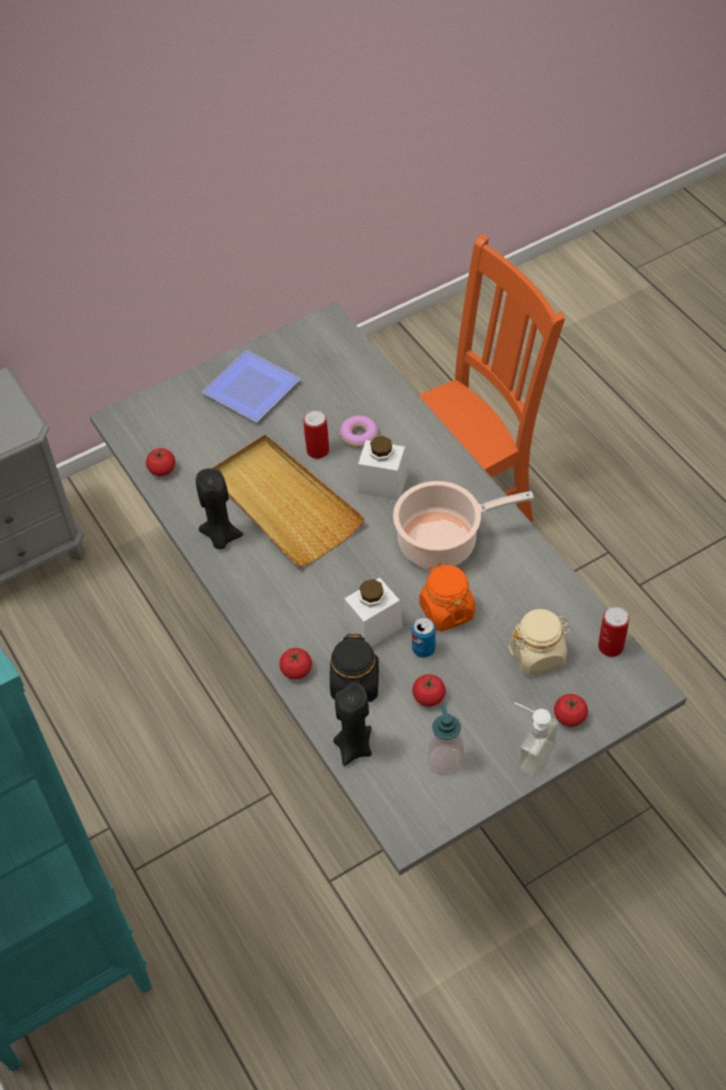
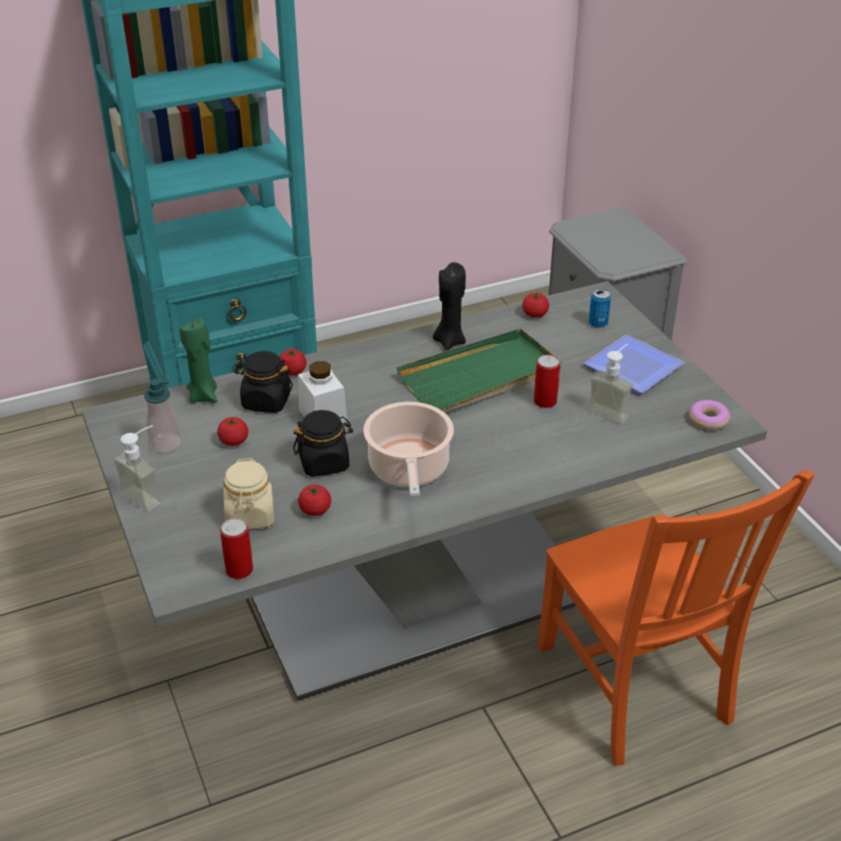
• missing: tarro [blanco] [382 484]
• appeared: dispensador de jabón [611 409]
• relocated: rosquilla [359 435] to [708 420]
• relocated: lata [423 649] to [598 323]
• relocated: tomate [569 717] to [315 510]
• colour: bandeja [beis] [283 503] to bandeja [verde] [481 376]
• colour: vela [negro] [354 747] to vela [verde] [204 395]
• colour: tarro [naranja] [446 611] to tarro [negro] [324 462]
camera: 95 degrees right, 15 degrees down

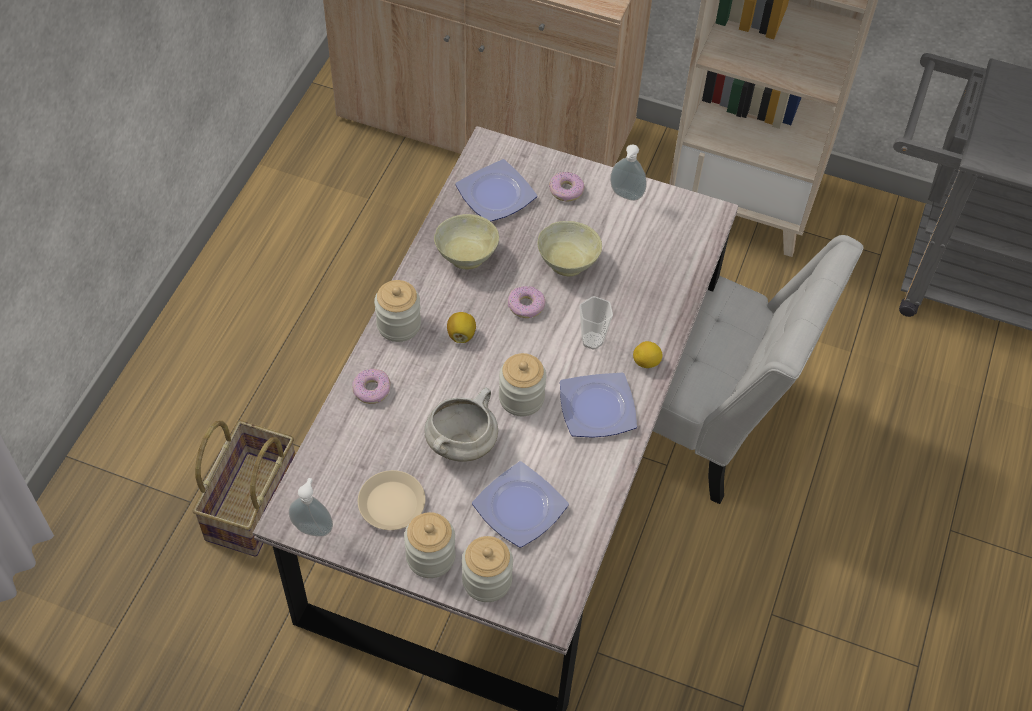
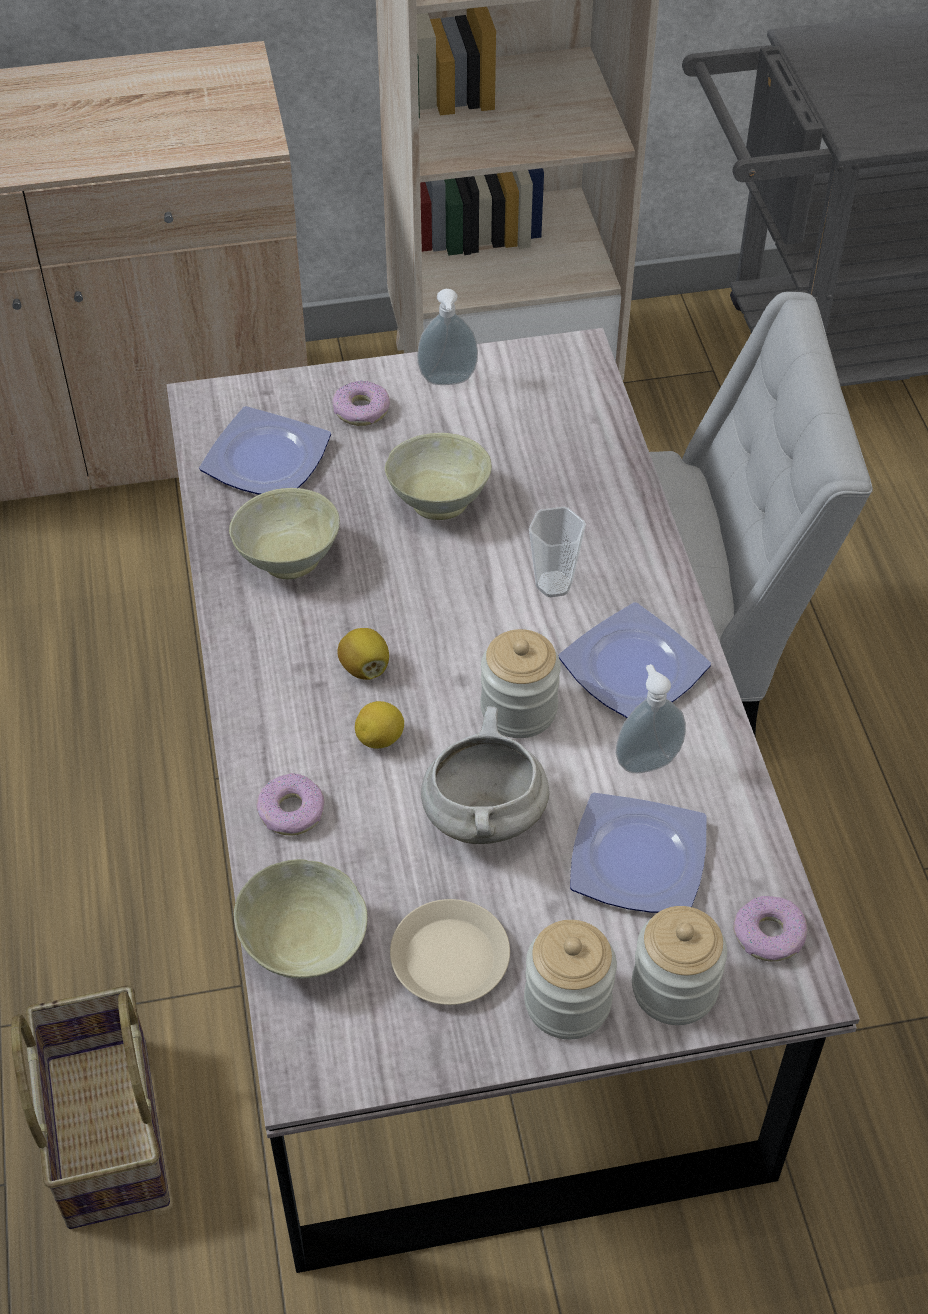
• missing: tarro [399 324]
• appeared: cuenco [beis] [304 949]
• relocated: dispensador de jabón [313 527] to [646 760]
• relocated: rosquilla [526 306] to [769 935]
• relocated: limón [646 362] to [380 739]
camera: 30 degrees left, 5 degrees down

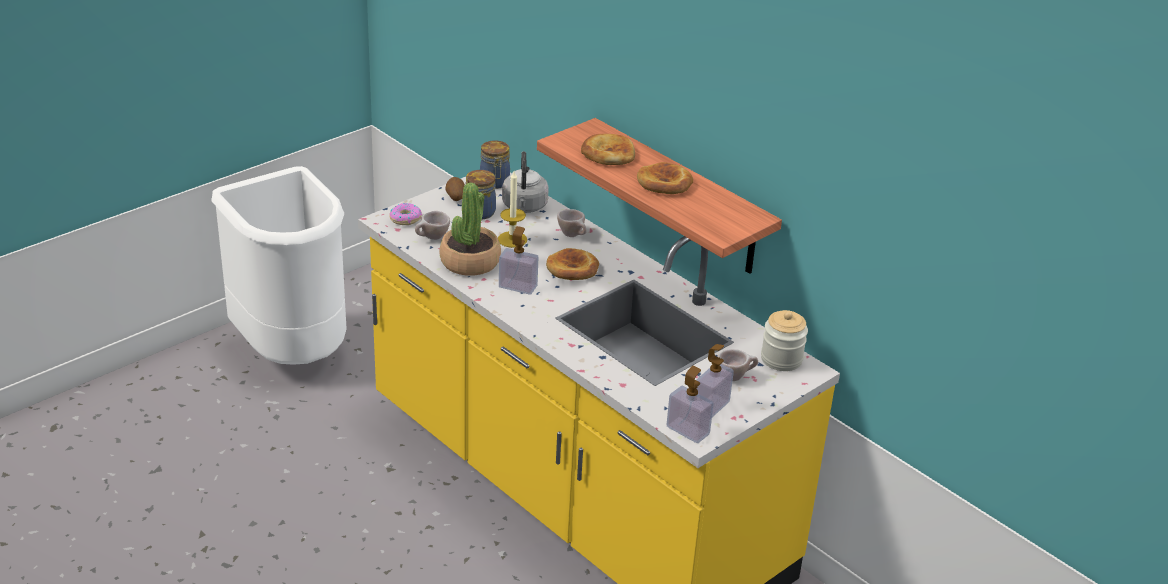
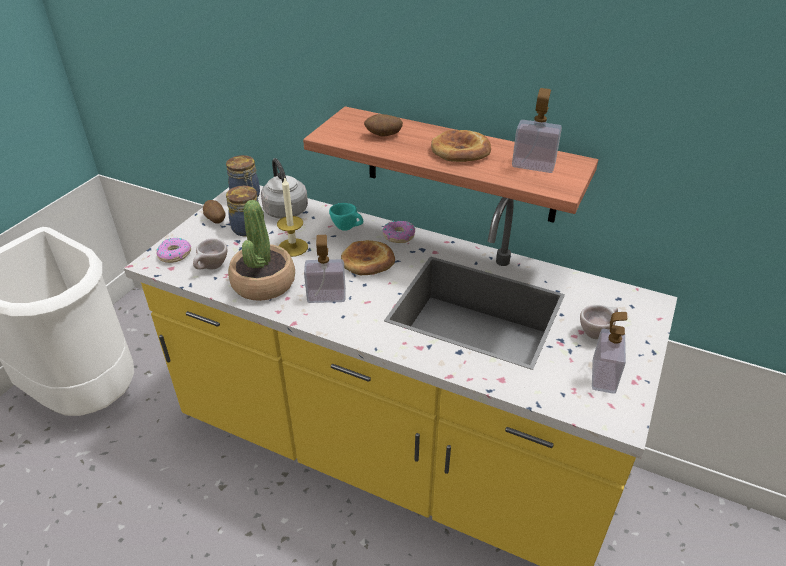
• missing: tarro [781 359]
• appeared: rosquilla [399 236]
• relocated: dispensador de jabón [688 430] to [533 165]
• exchanged: pan [608 154] to patata [383 136]
• colour: taza [beis] [573 235] to taza [turquesa] [348 228]
camera: 20 degrees left, 5 degrees up

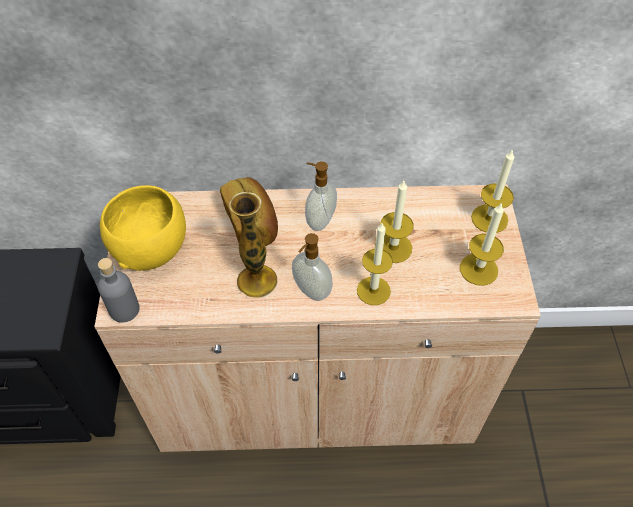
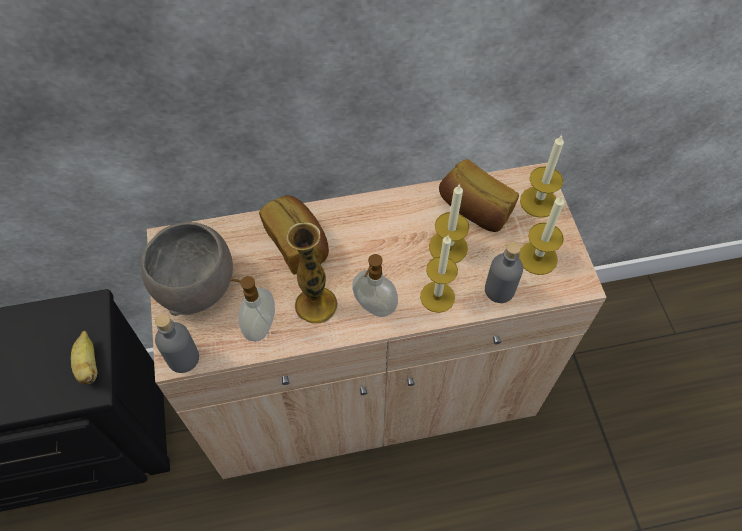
• appeared: plátano [88 365]
• appeared: pan [474 210]
• appeared: botella [gris] [499 290]
• relocated: dispensador de jabón [319 220] to [259 326]
• colour: cuenco [amarillo] [149 247] to cuenco [gris] [194 286]
camera: 10 degrees left, 5 degrees up

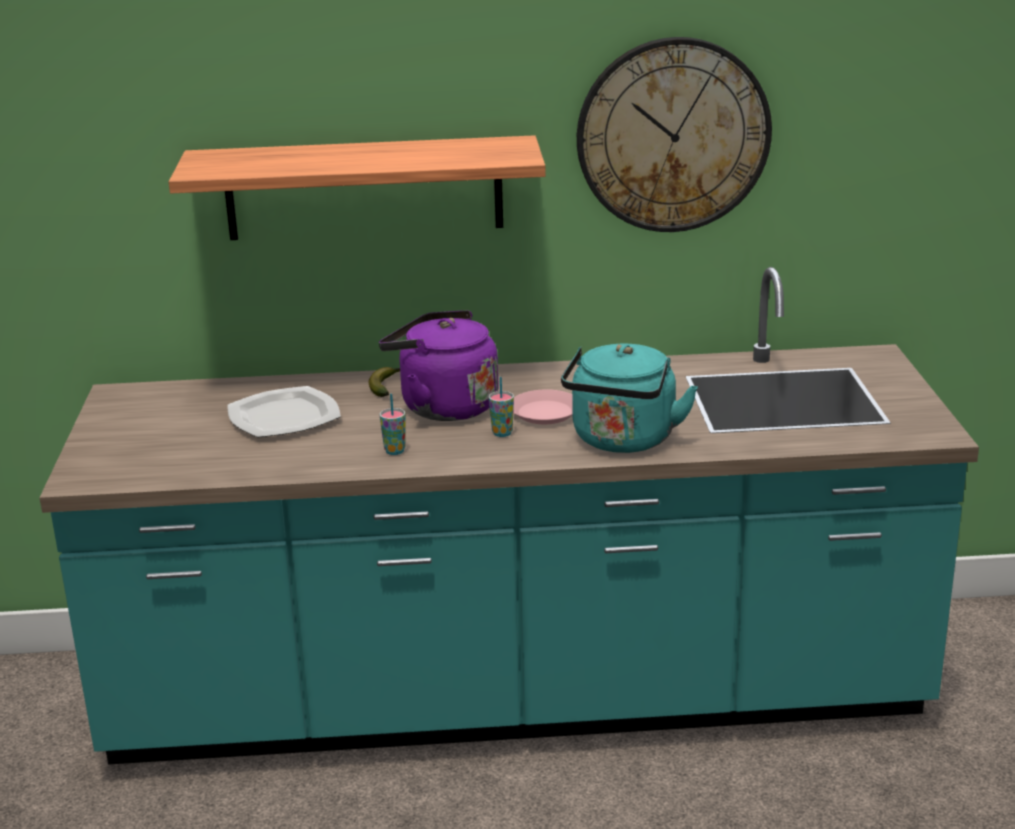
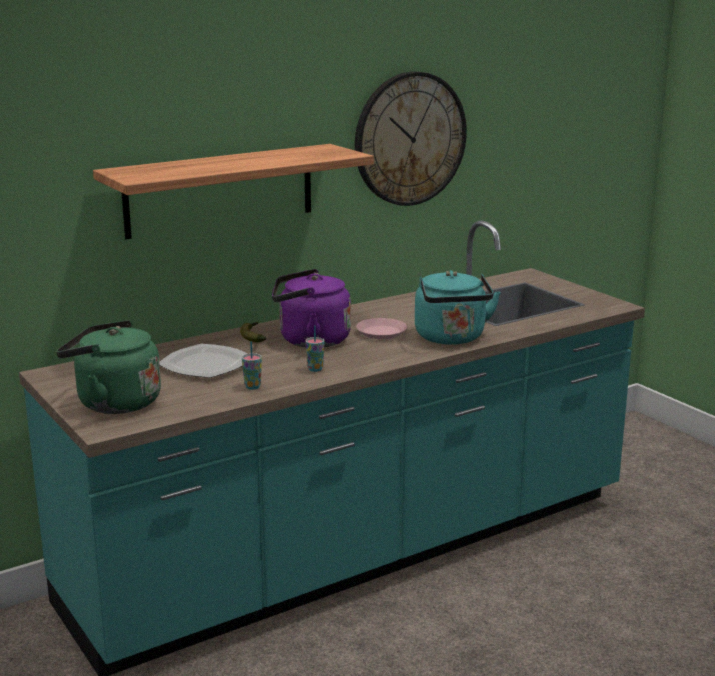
• appeared: hervidor [verde] [113 403]
• relocated: taza [502 433] to [252 387]
camera: 30 degrees left, 5 degrees down

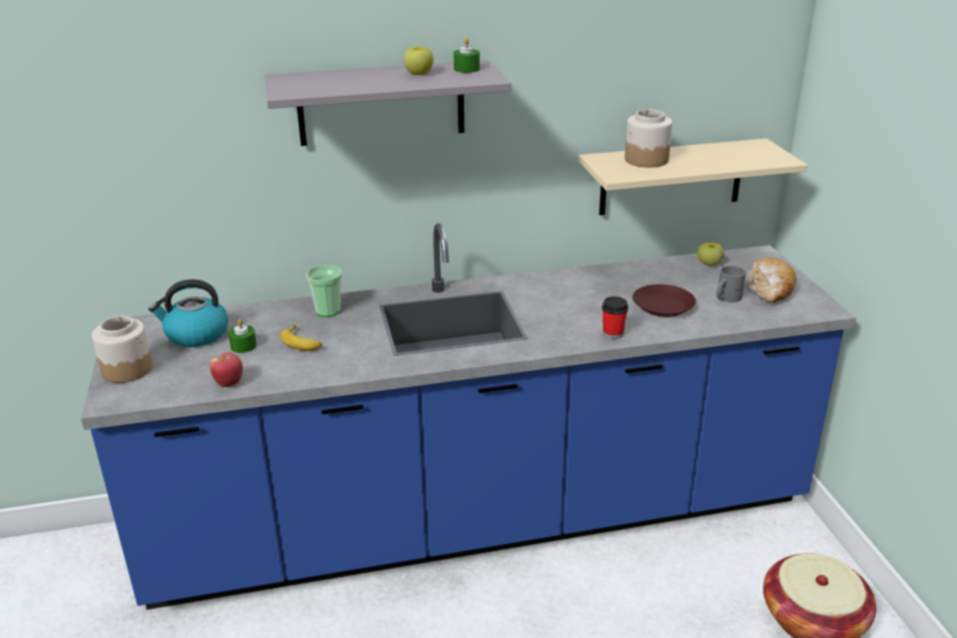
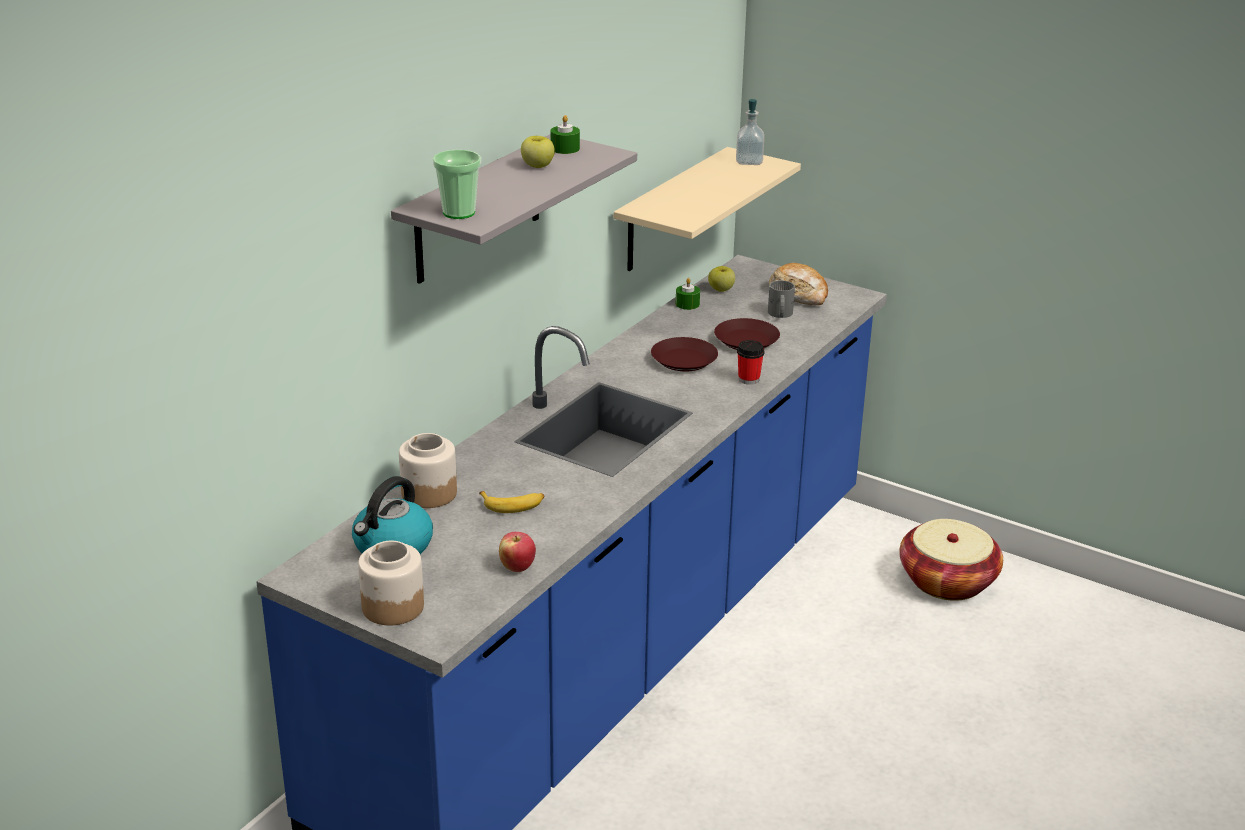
• appeared: plato [marrón] [683 360]
• appeared: dispensador de jabón [749 161]
• relocated: vela [verde] [243 346] to [687 304]
• relocated: taza [328 311] to [459 213]
• relocated: tarro [646 160] to [428 493]
camera: 45 degrees left, 0 degrees up

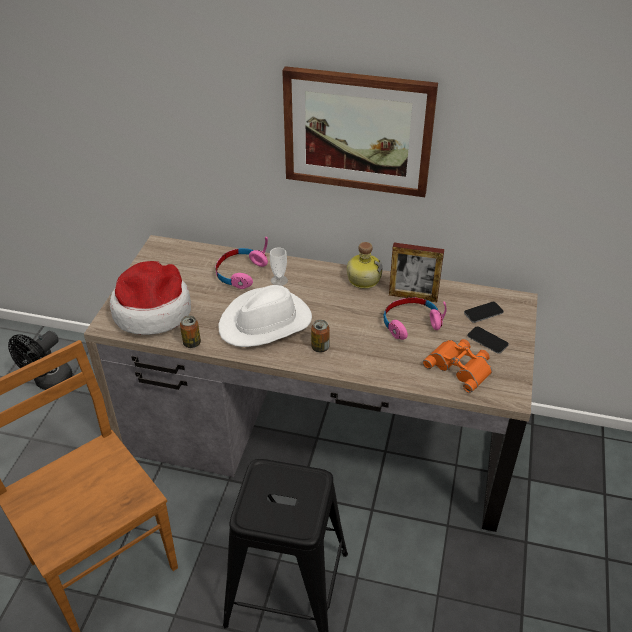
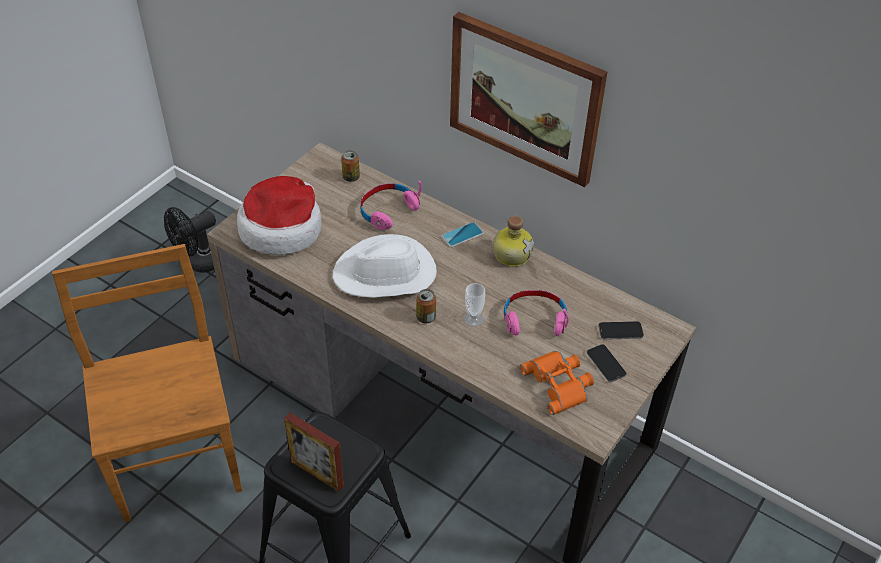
• appeared: móvil [462 235]
• relocated: lata [192 343] to [351 177]
• relocated: taza [279 280] to [473 318]
• relocated: portarretratos [413 296] to [317 473]
camera: 20 degrees right, 5 degrees up

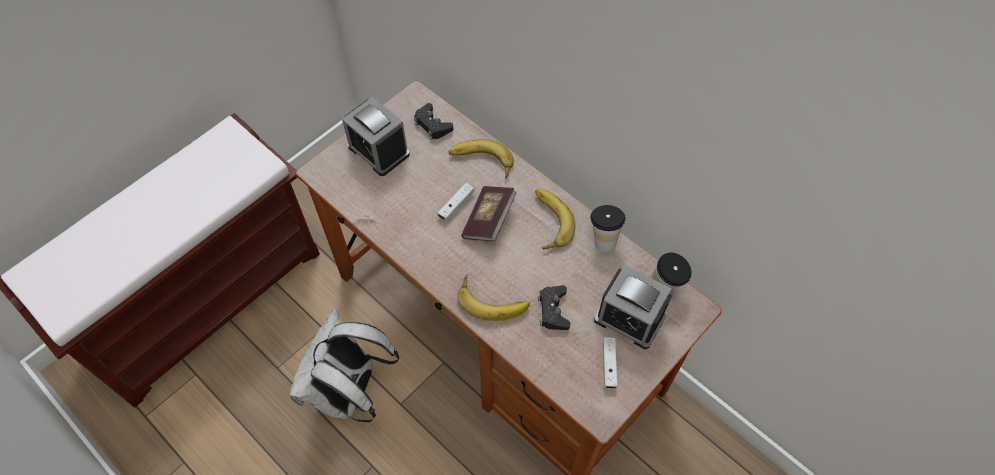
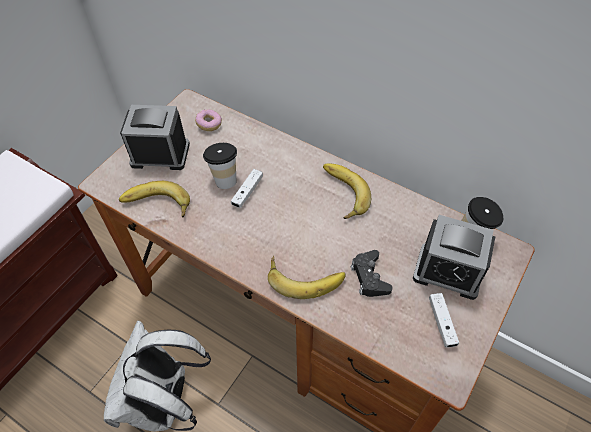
• missing: libro [488 220]
• relocated: plátano [481 163] to [156 205]
• relocated: taza [603 238] to [224 178]
• exchanged: mando de consola [negro] [432 125] to rosquilla [209 124]
• spun: despertador [378 150] = [160 154] 150 degrees clockwise
camera: 10 degrees left, 5 degrees down

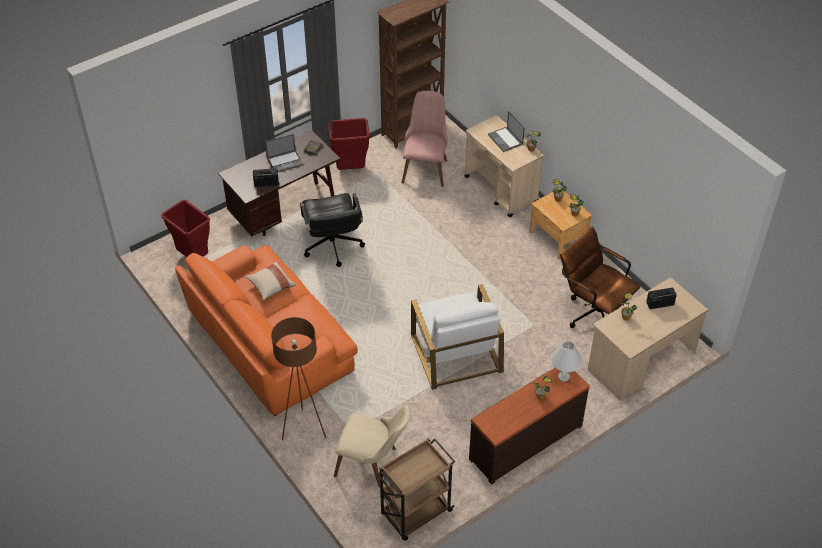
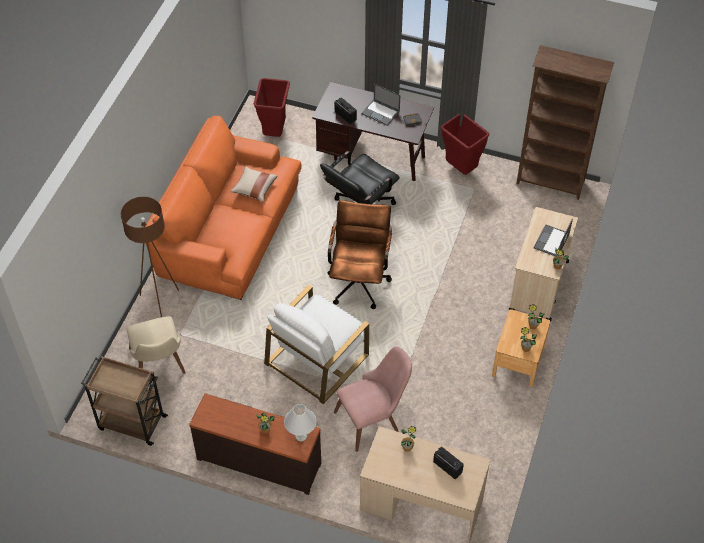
• relocated: silla [rosa] [425 166] to [373 418]
• relocated: silla de oficina [marrón] [593 311] to [359 280]
camera: 55 degrees right, 5 degrees up

